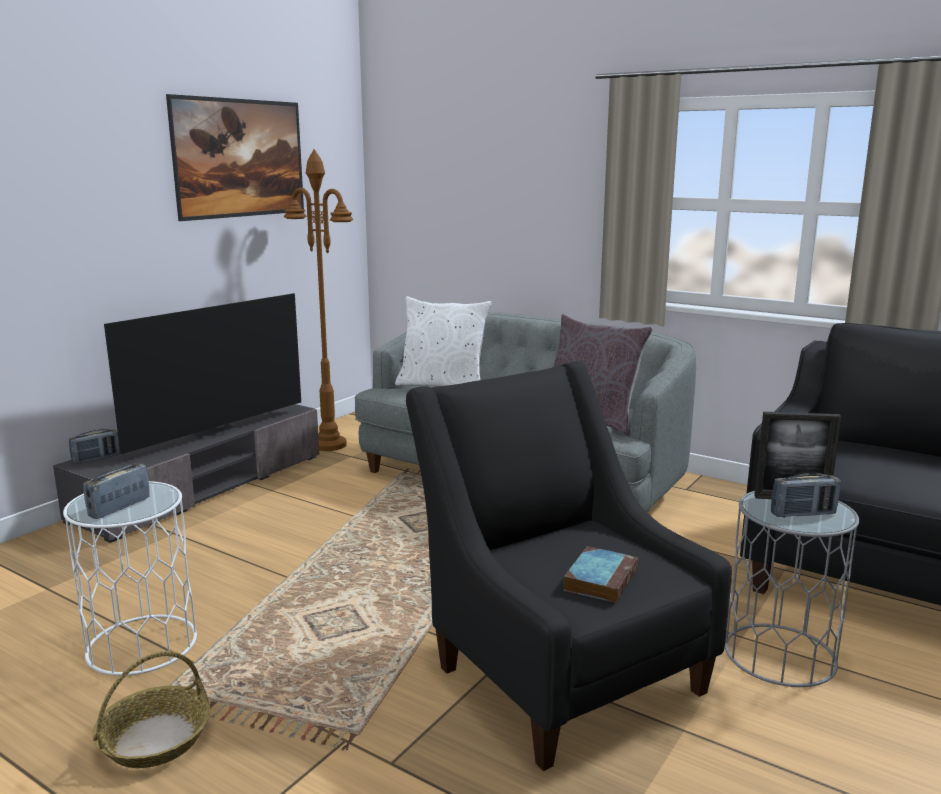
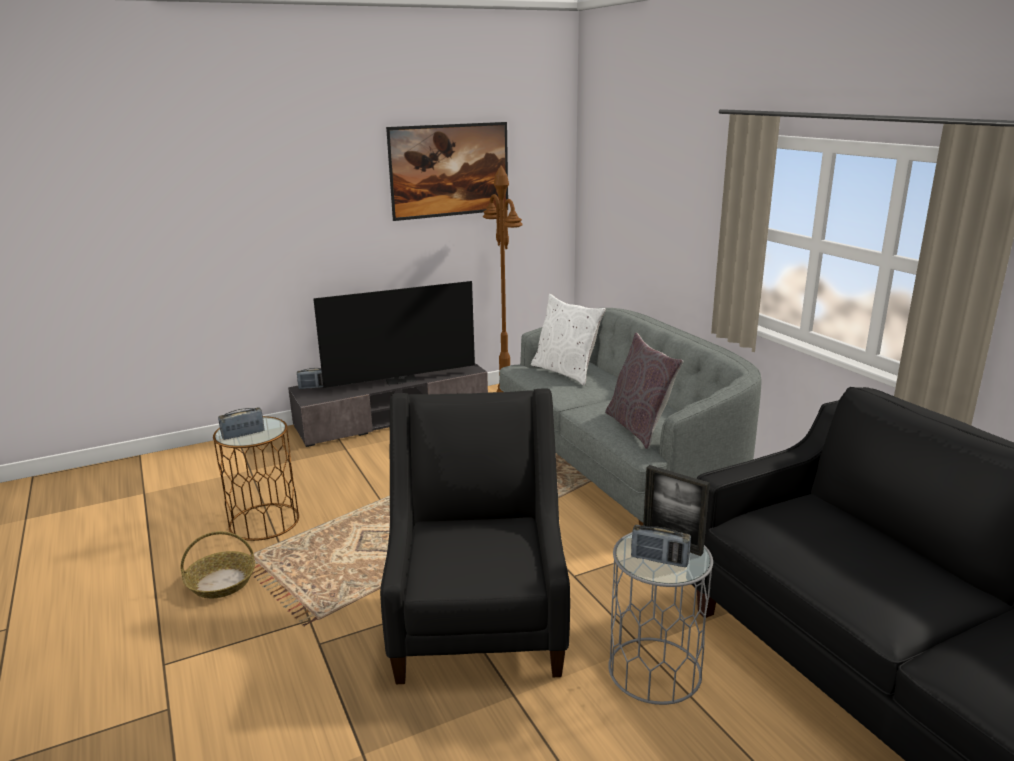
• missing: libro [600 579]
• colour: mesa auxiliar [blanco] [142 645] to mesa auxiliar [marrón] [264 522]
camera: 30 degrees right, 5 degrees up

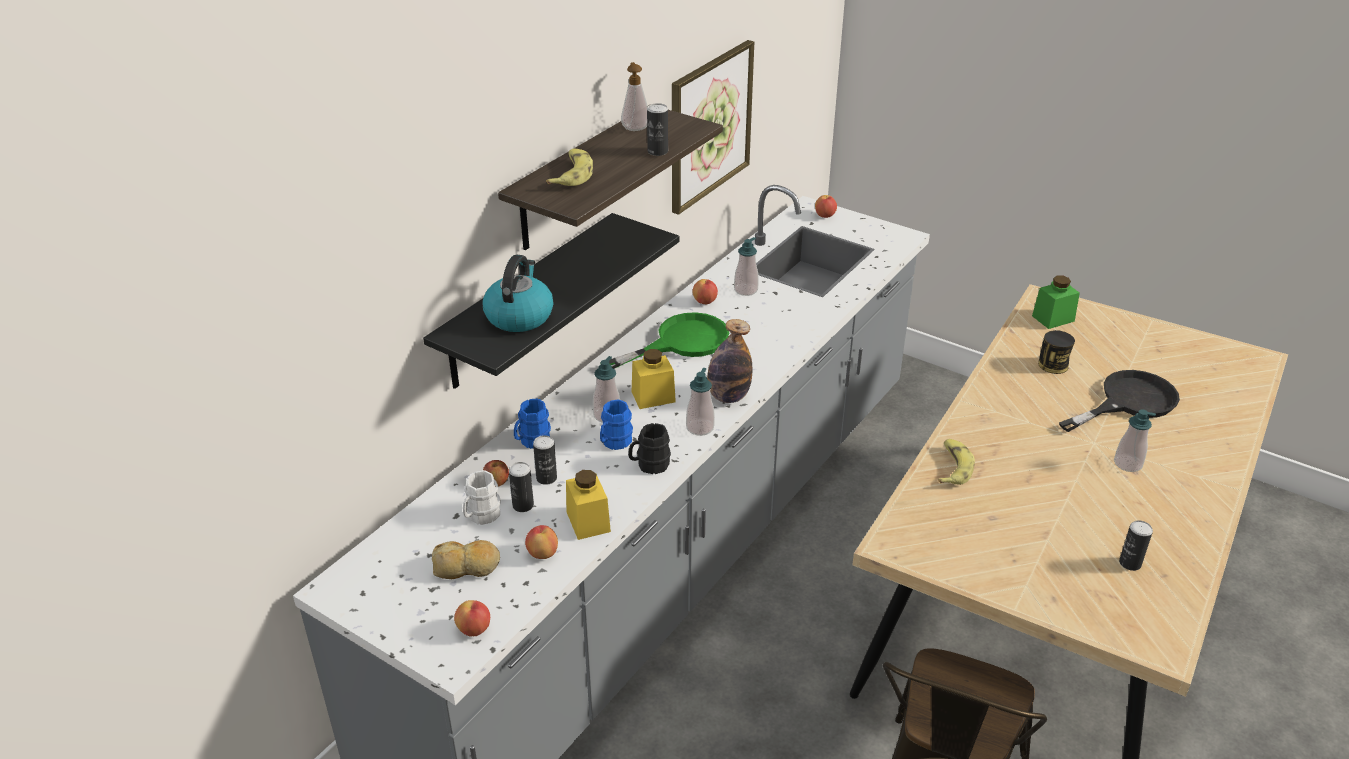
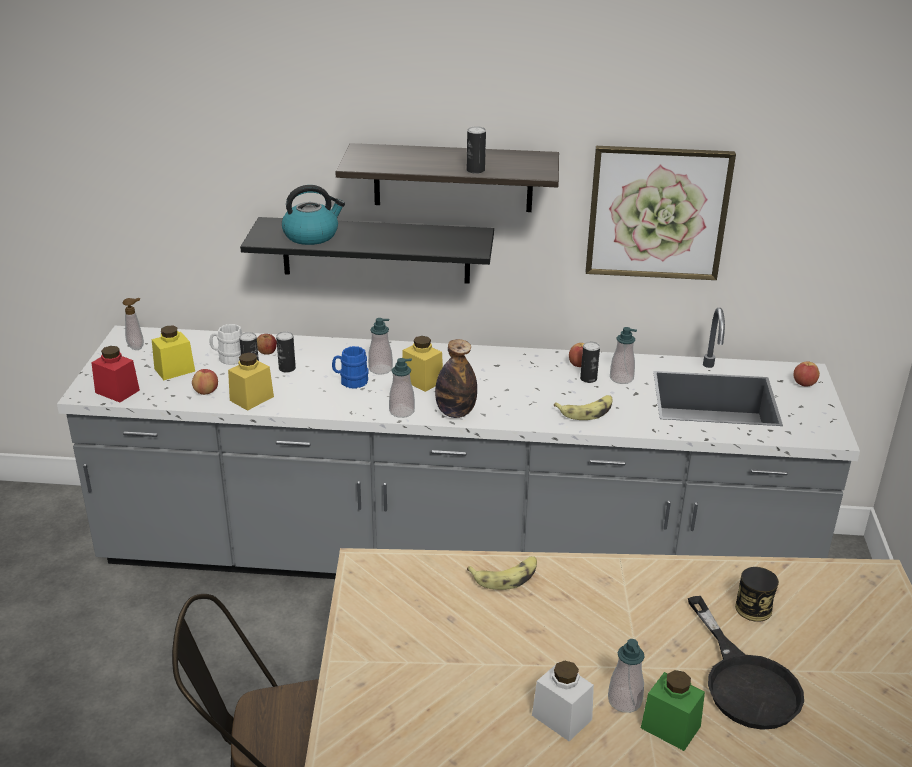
• missing: taza grande [azul] [531 441]
• missing: sartén [verde] [681 342]
• missing: taza grande [negro] [649 465]
• appeared: tarro [blanco] [561 717]
• relocated: plátano [571 174] to [586 411]
• relocated: dispensador de jabón [635 128] to [137 347]
• relocated: tarro [verde] [1053 318] to [670 727]
• relocated: lata [1130 563] to [588 379]
• exchanged: pan [467 567] to tarro [amarillo] [174 370]
• exchanged: manzana [474 629] to tarro [rojo] [117 391]
• spun: sartén [negro] [1128 402] = [745 681] 45 degrees clockwise
camera: 60 degrees right, 5 degrees down

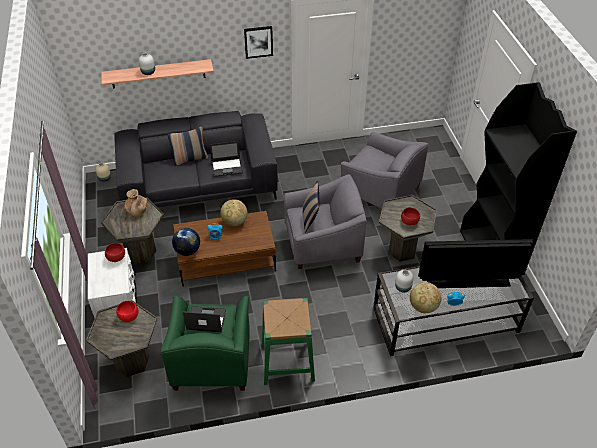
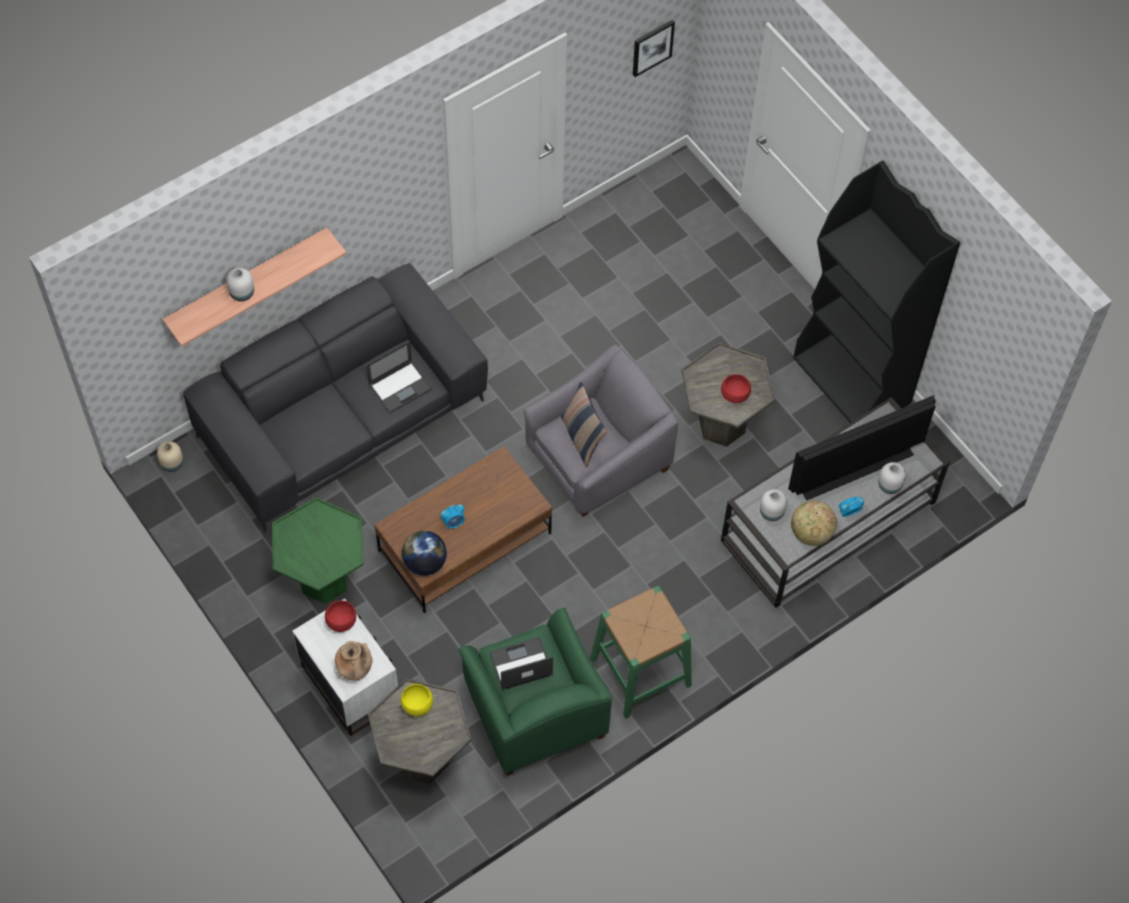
• missing: cojín [190 159]
• missing: globo terráqueo [234 222]
• missing: sillón [gris] [380 192]
• appeared: florero [blanco] [890 485]
• relocated: florero [marrón] [137 212] to [354 668]
• relocated: cuadro [258 41] to [652 47]
• colour: mesa auxiliar [gris] [141 252] to mesa auxiliar [verde] [324 580]
• colour: cuenco [rojo] [128 317] to cuenco [amarillo] [417 706]
camera: 25 degrees left, 15 degrees up

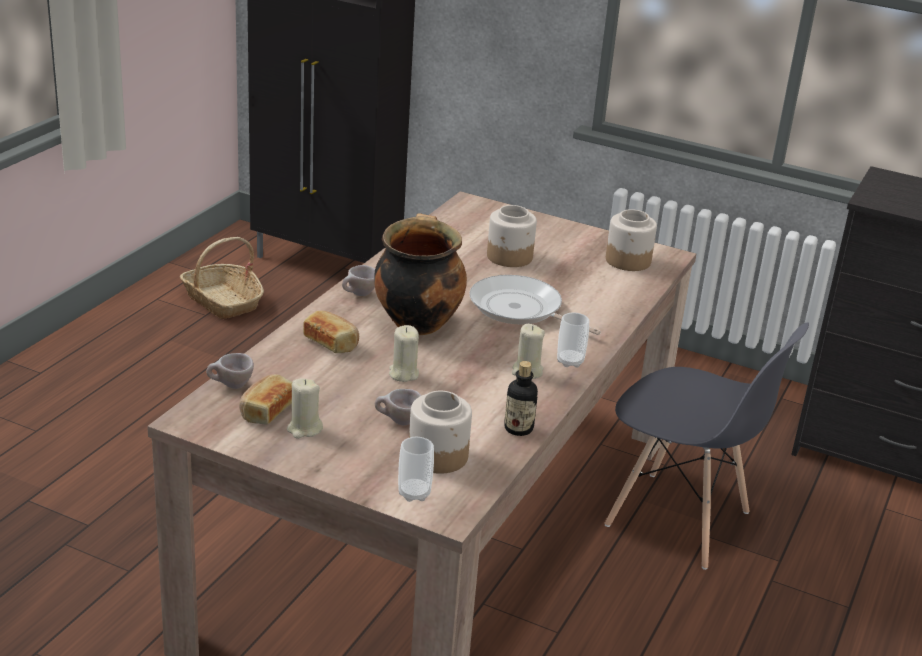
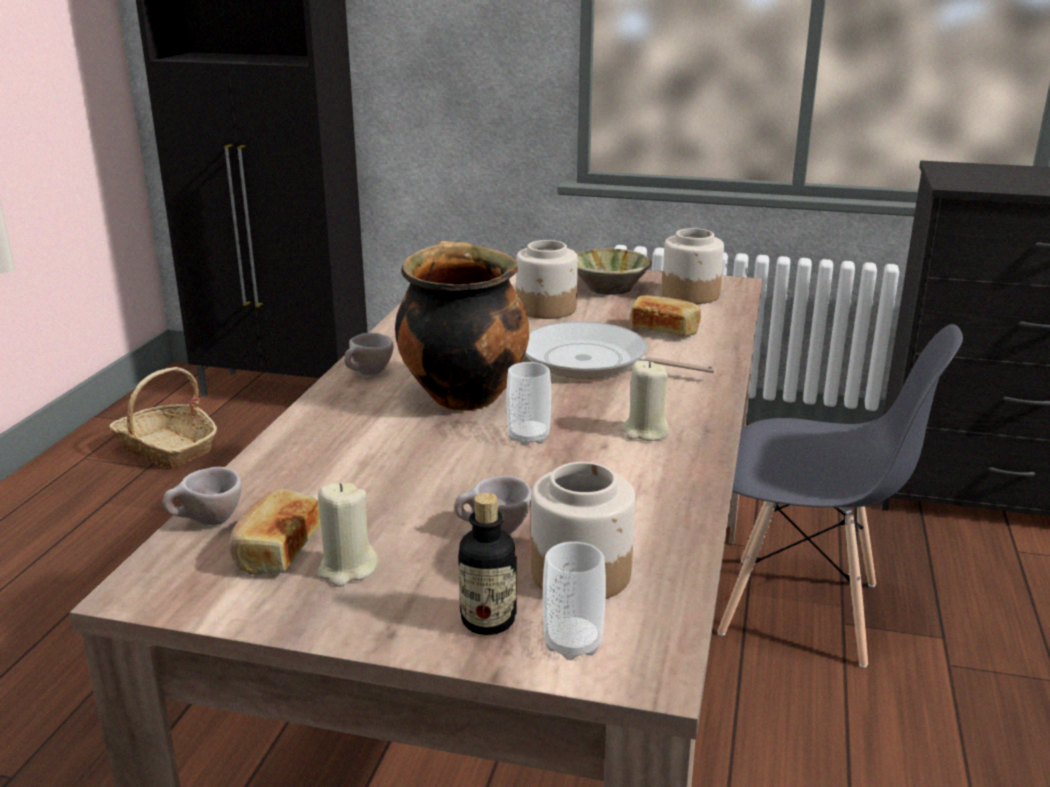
• missing: vela [beis] [403 374]
• appeared: cuenco [beis] [609 287]
• relocated: pan [331 342] to [664 330]
• relocated: botella [518 428] to [488 620]
• relocated: taza [570 361] to [528 437]
camera: 10 degrees left, 5 degrees down

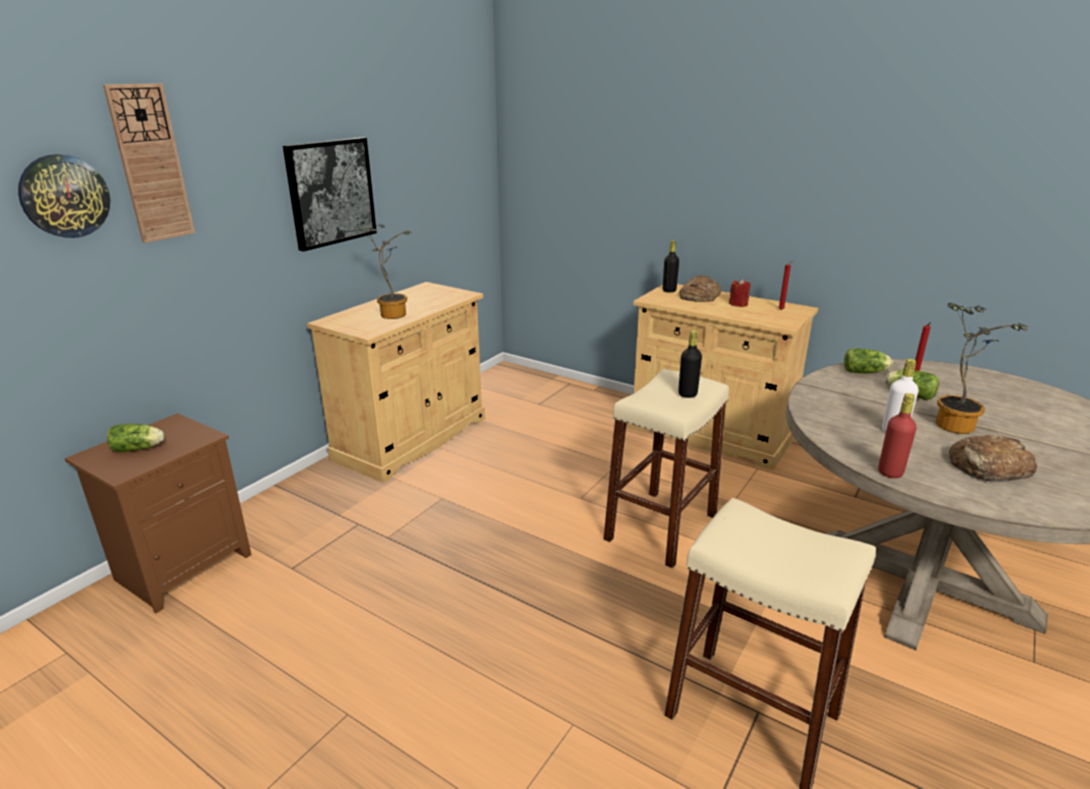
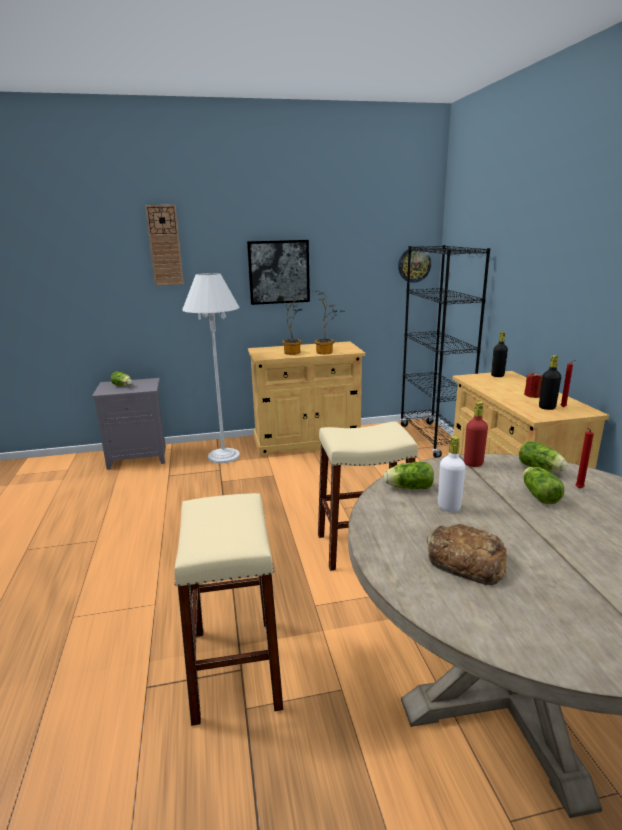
• missing: pan [699 295]
• appeared: lámpara de pie [blanco] [223 456]
• appeared: lechuga [407 487]
• appeared: estantería [negro] [433 439]
• relocated: reloj de pared [64 196] to [414 264]
• relocated: botella [negro] [687 394] to [547 407]
• relocated: botella [rojo] [890 472] to [473 463]
• relocated: planta en maceta [955 423] to [327 352]
• colour: mesita de noche [marrón] [184 566] to mesita de noche [gris] [139 457]
camera: 45 degrees right, 5 degrees down

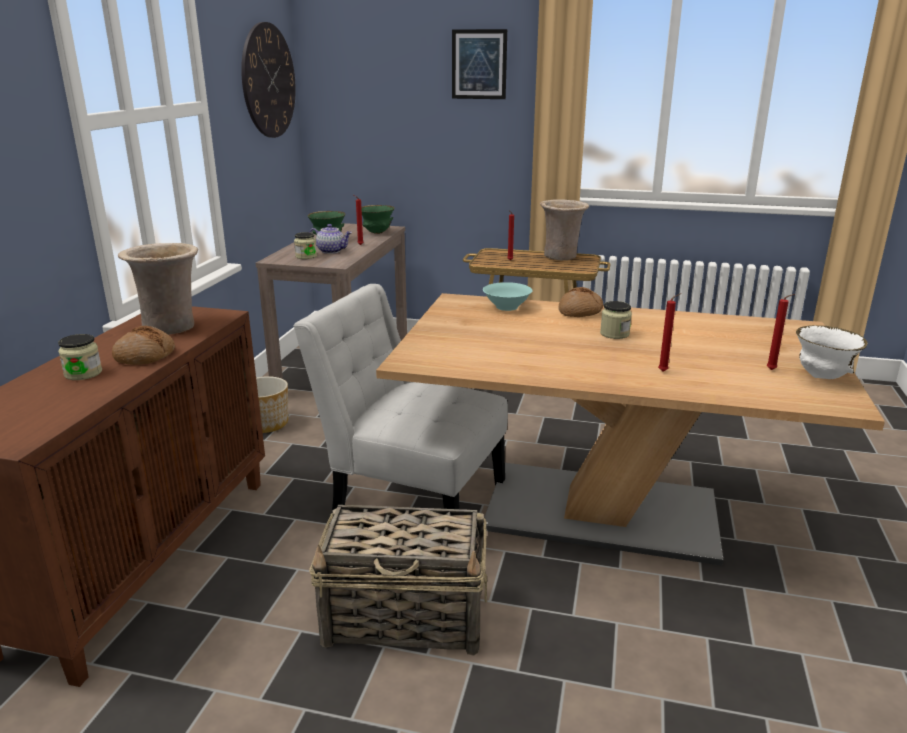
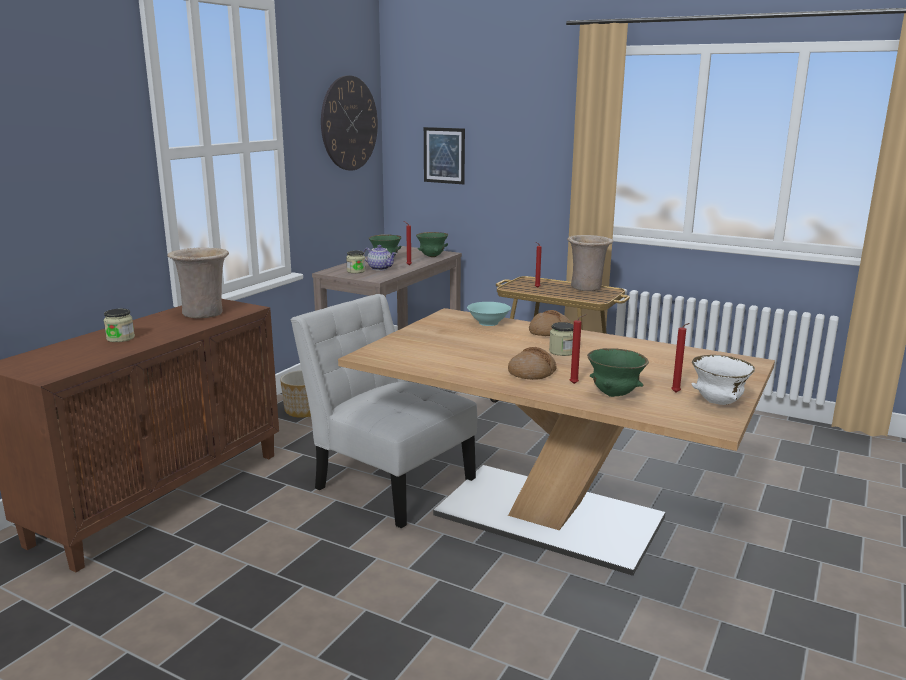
• missing: cesta [406 617]
• appeared: cuenco [verde] [614 395]
• relocated: pan [145 356] to [532 372]
• relocated: cuadro [479 64] to [444 155]
camera: 15 degrees right, 5 degrees down

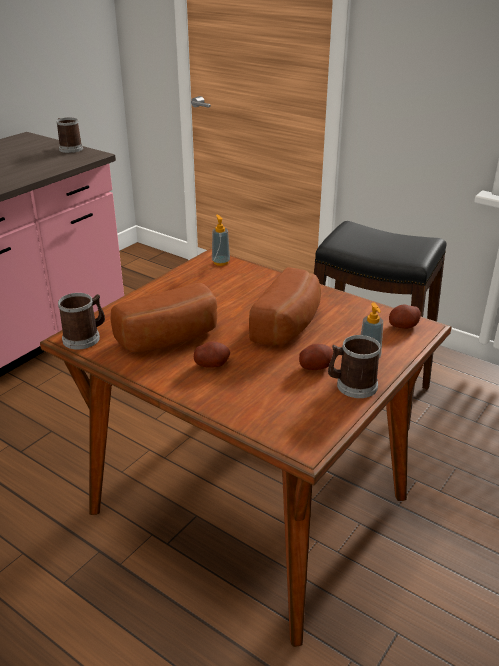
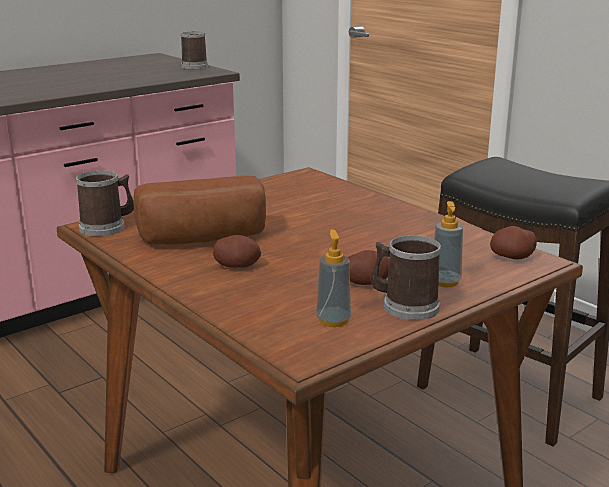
• missing: pan [290 325]
• relocated: dispensador de jabón [221 262] to [333 320]
camera: 15 degrees right, 10 degrees down

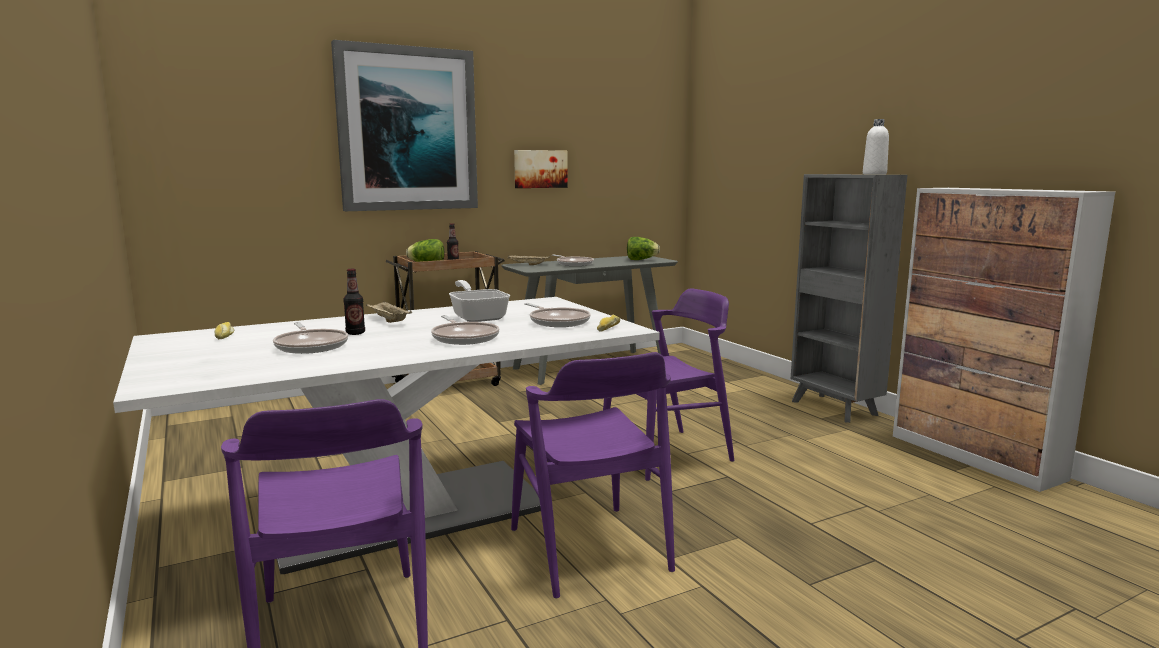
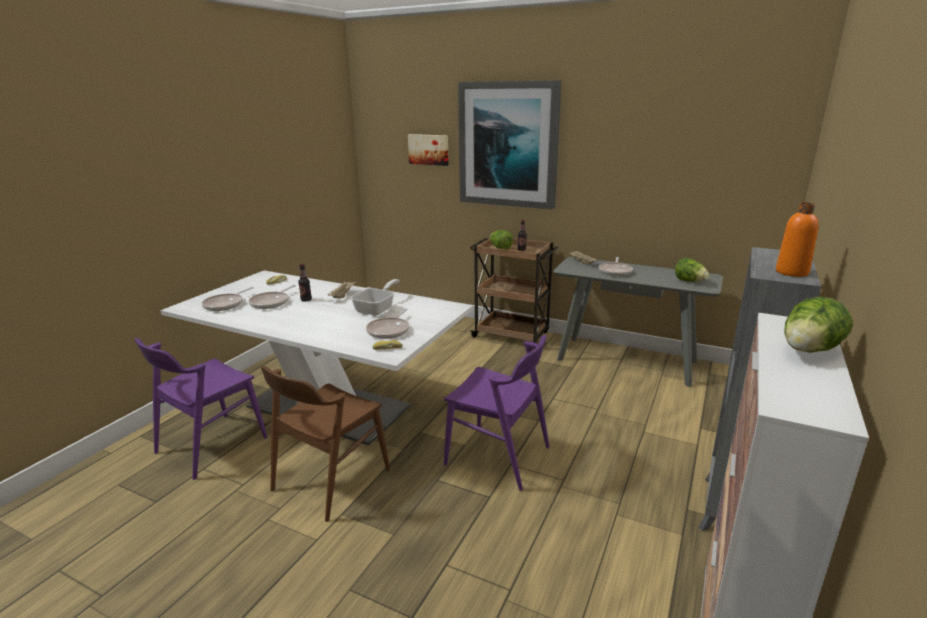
• appeared: lechuga [808 351]
• relocated: sartén [464 337] to [225 304]
• relocated: cuadro [540 169] to [429 149]
• colour: silla [morado] [588 549] to silla [marrón] [330 480]
• colour: botella [blanco] [874 174] to botella [naranja] [792 272]
camera: 55 degrees right, 10 degrees up

